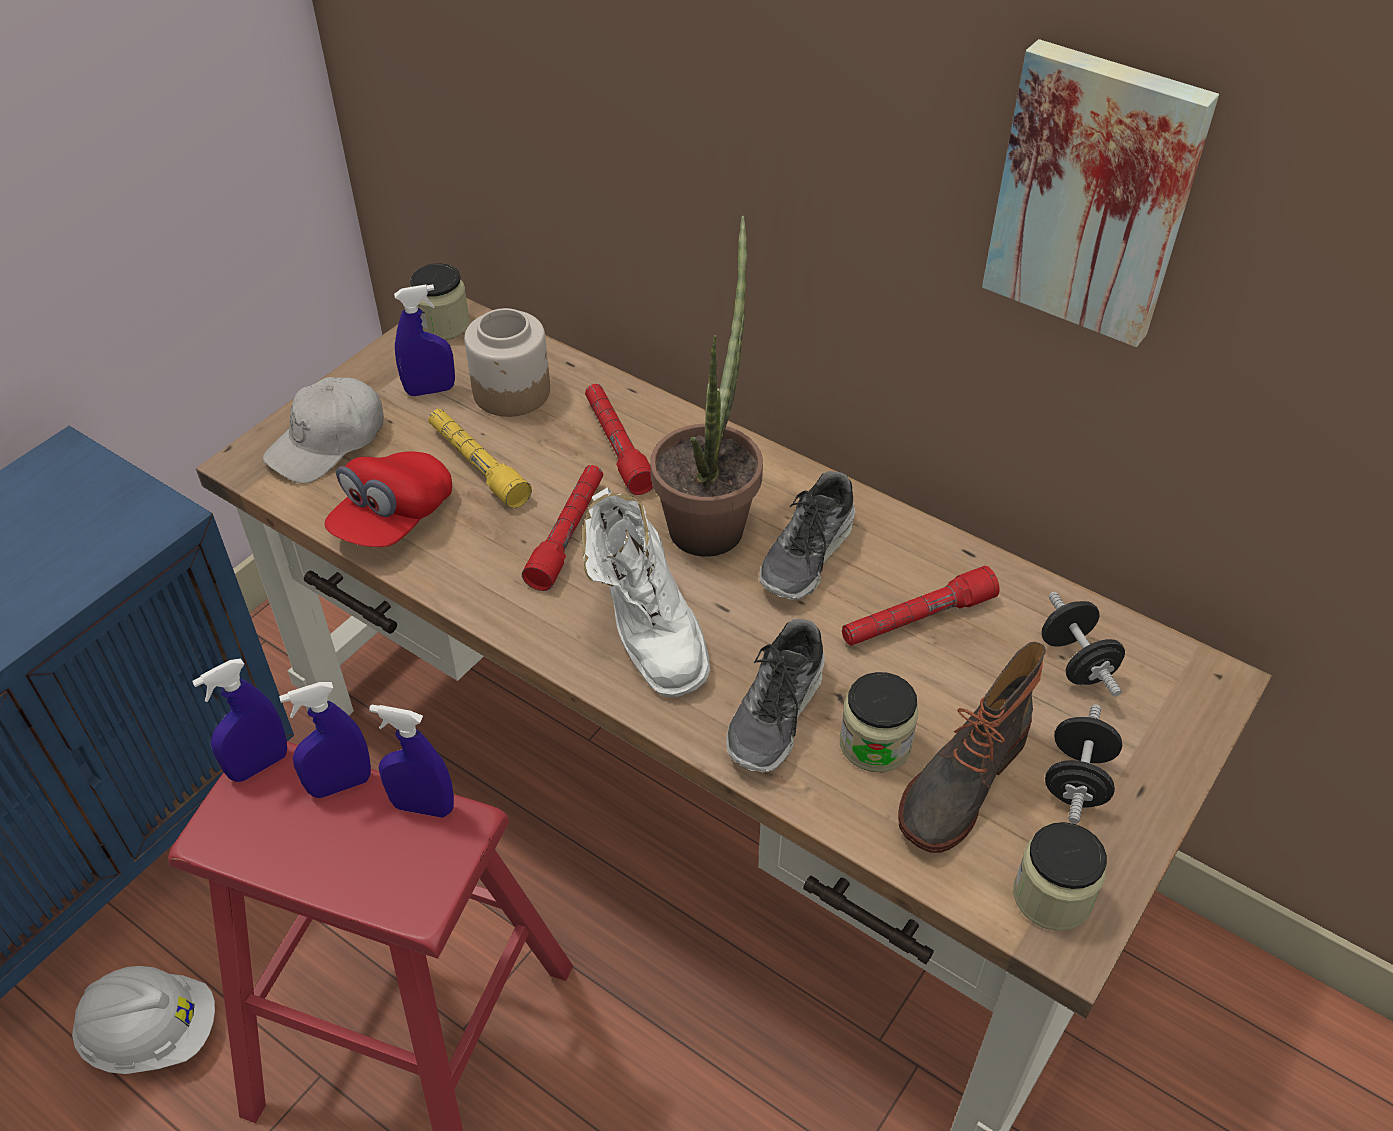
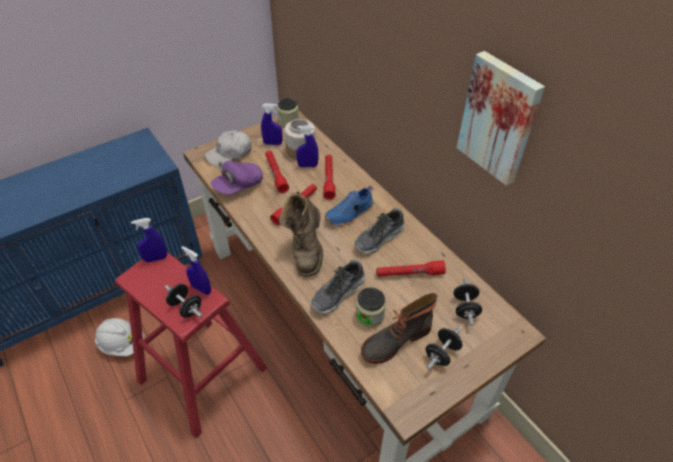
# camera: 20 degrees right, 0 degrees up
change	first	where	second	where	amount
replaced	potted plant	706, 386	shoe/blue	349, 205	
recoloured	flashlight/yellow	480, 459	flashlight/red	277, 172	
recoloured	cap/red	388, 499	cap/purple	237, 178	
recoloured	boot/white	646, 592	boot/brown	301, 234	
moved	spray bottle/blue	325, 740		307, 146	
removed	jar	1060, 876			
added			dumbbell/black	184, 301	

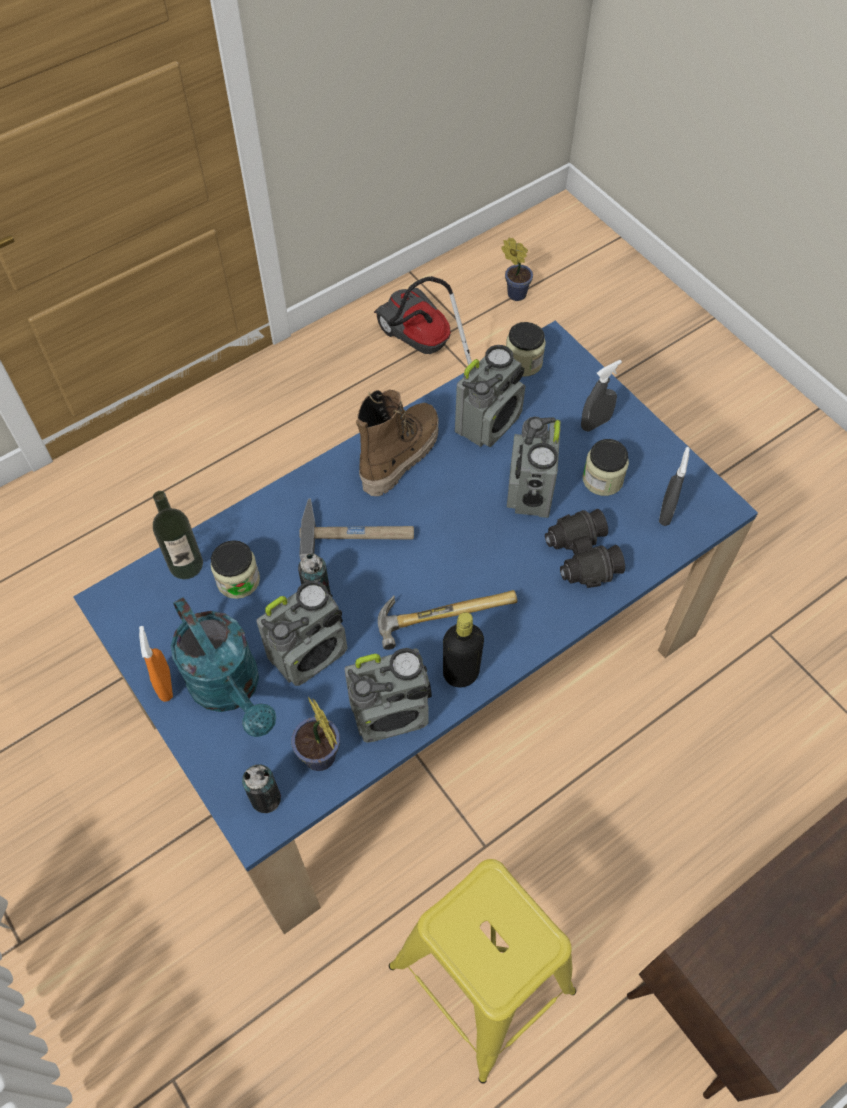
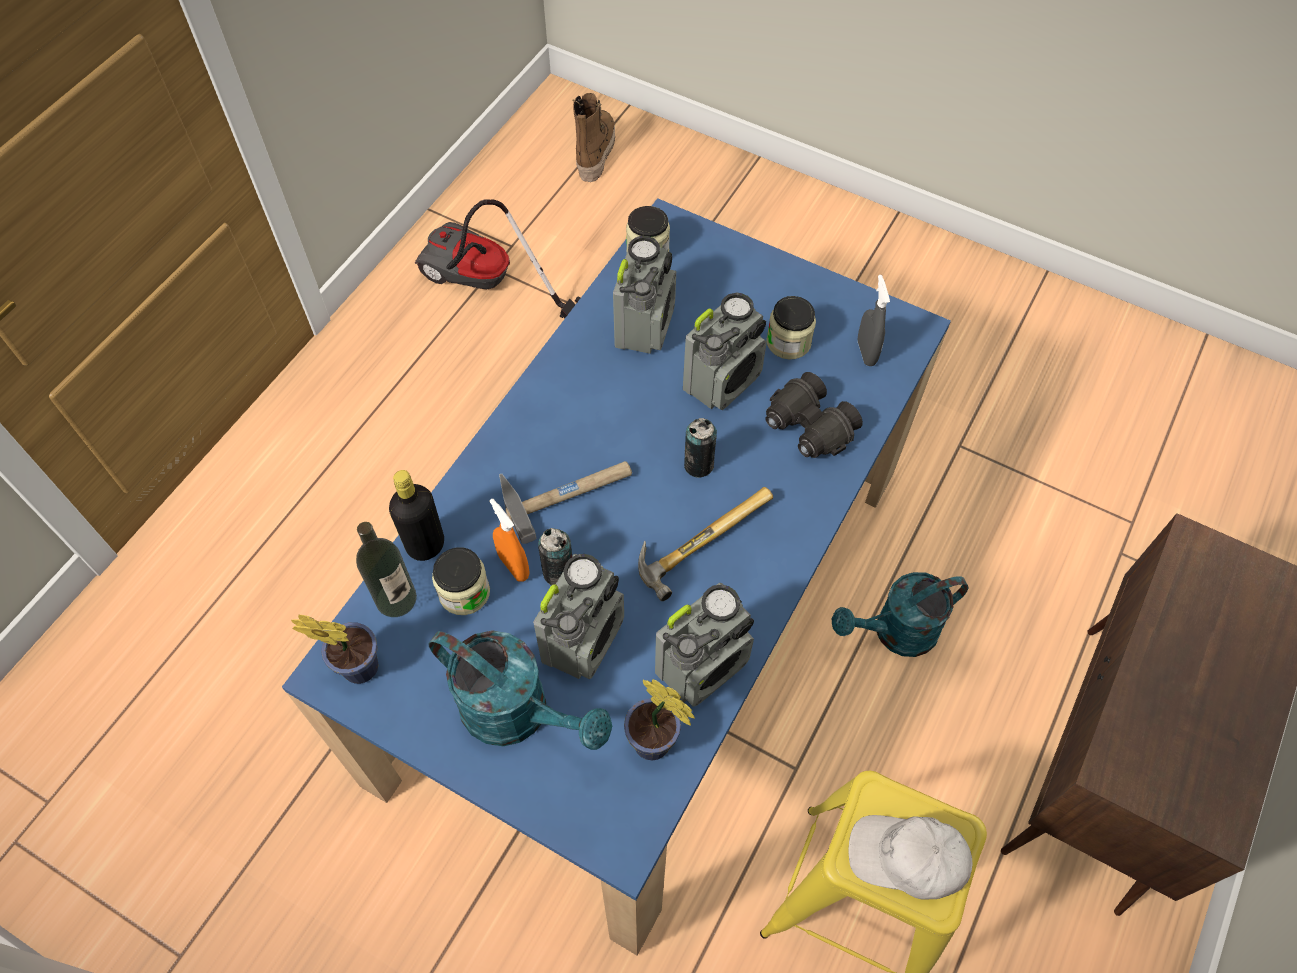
# camera: 25 degrees left, 0 degrees up
change	first	where	second	where	amount
moved	potted plant	517, 269		335, 649	
removed	spray bottle/grey	601, 396			
moved	boot	397, 442		594, 137	
turned	radio	534, 467		725, 351	120 degrees counterclockwise
moved	bottle/black	463, 649		416, 515	
moved	spray bottle/orange	156, 664		509, 540	
moved	can	261, 788		700, 448	
added			watering can/turquoise	900, 614	
added			cap/white	911, 857	

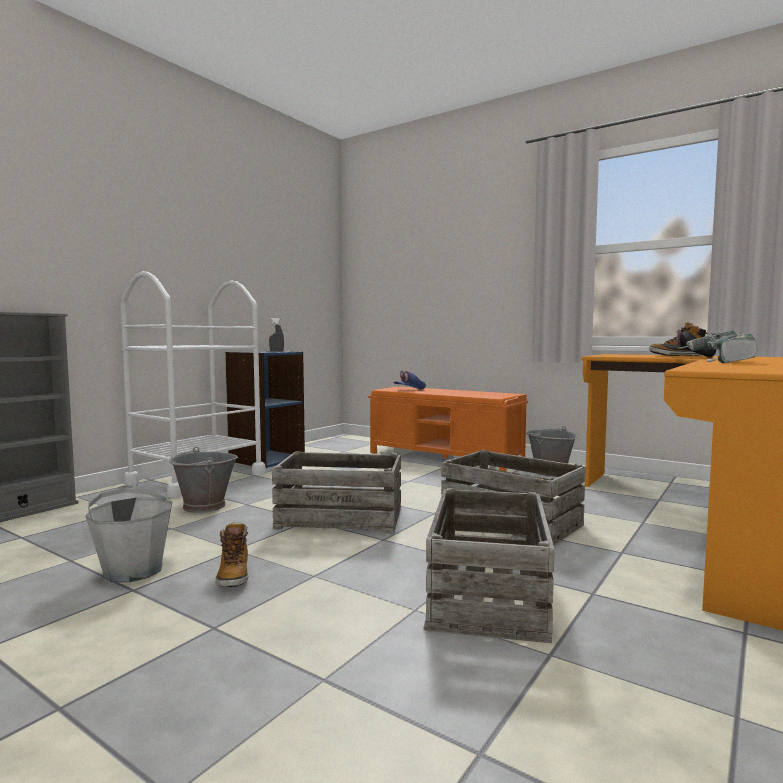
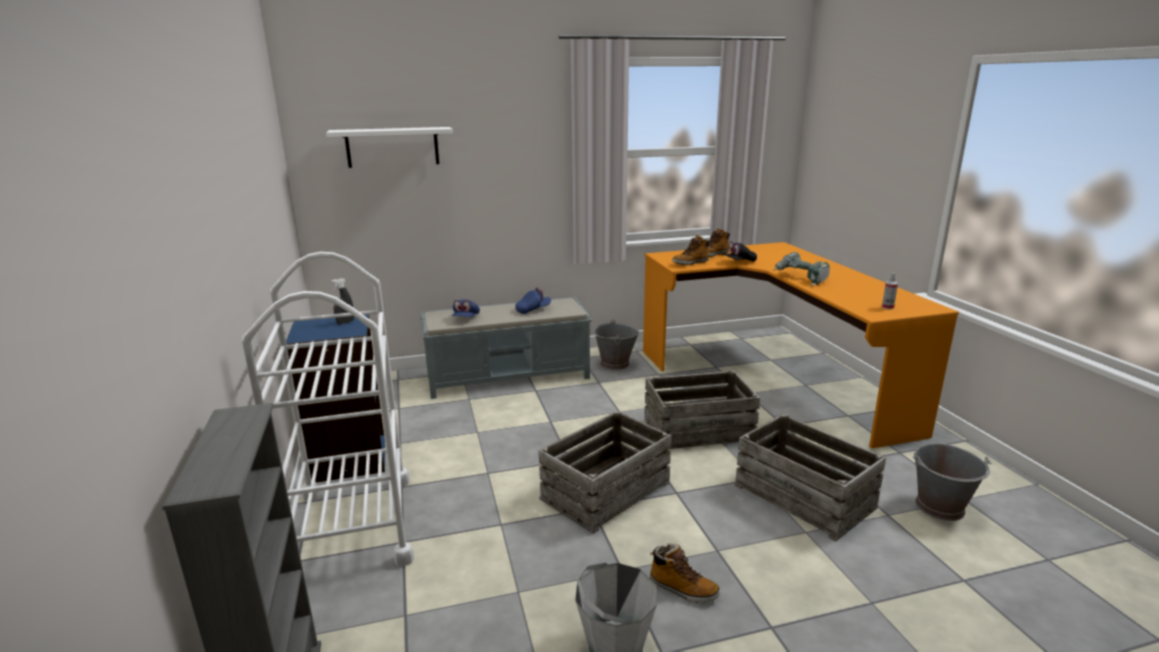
# camera: 50 degrees left, 15 degrees up
change	first	where	second	where	amount
recoloured	bench/orange	448, 428	bench/grey	506, 348	
moved	bucket/grey	203, 480		952, 482	
added			shelf/white	389, 147	
added			boot	691, 250	
added			spray bottle	890, 291	
added			cap/blue	533, 301	

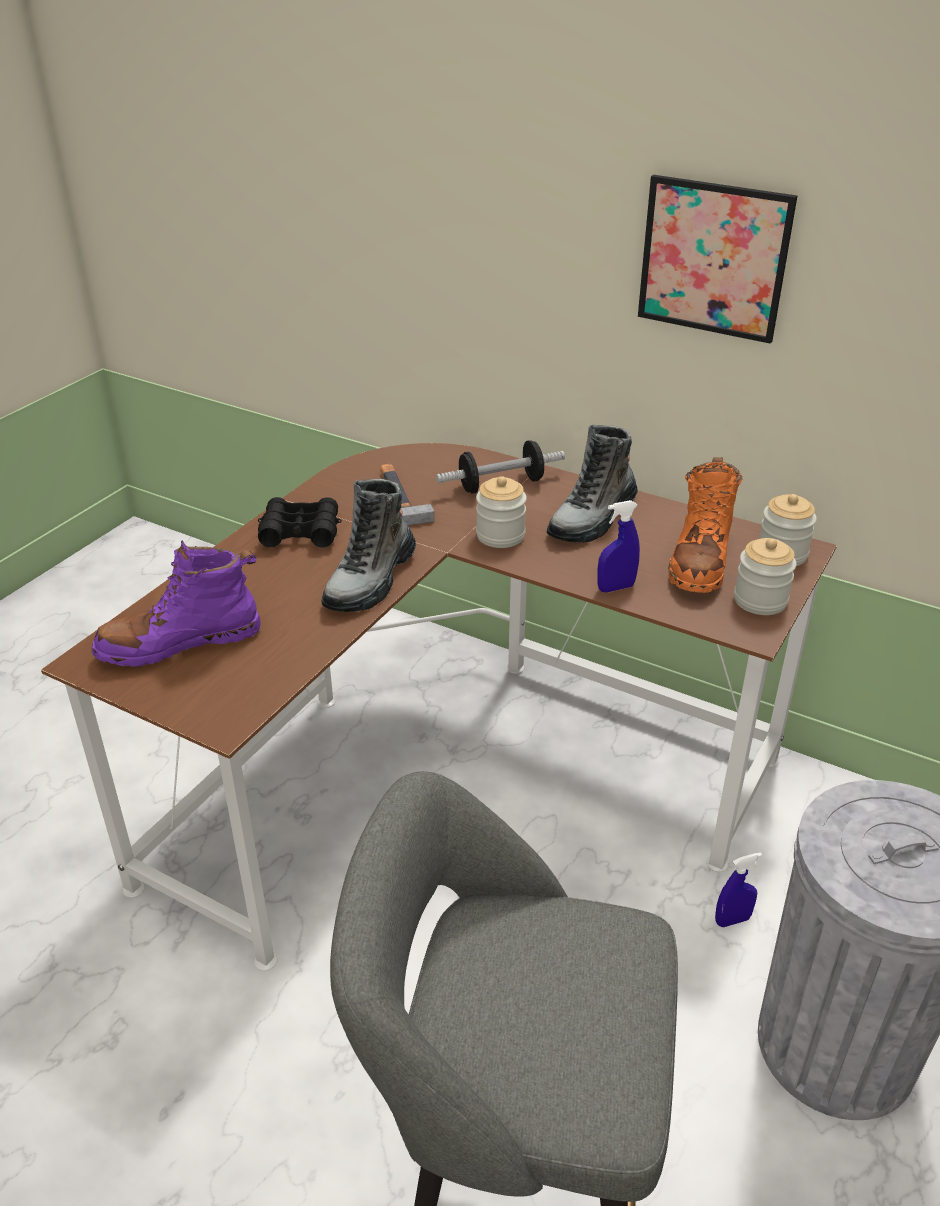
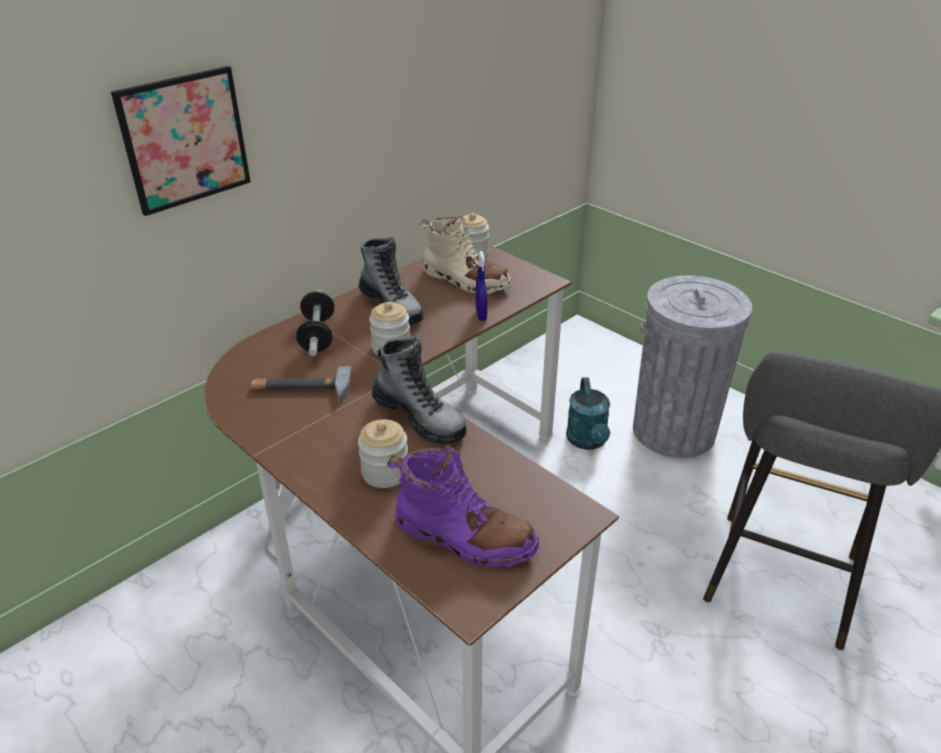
# camera: 75 degrees left, 0 degrees up
change	first	where	second	where	amount
moved	picture	717, 259		181, 141	
recoloured	boot/orange	705, 525	boot/beige	465, 254	
removed	binoculars/black	300, 522			
moved	jar	765, 576		383, 453	
turned	boot/purple	176, 604		463, 507	60 degrees counterclockwise
replaced	spray bottle/blue	738, 889	watering can/turquoise	588, 413	

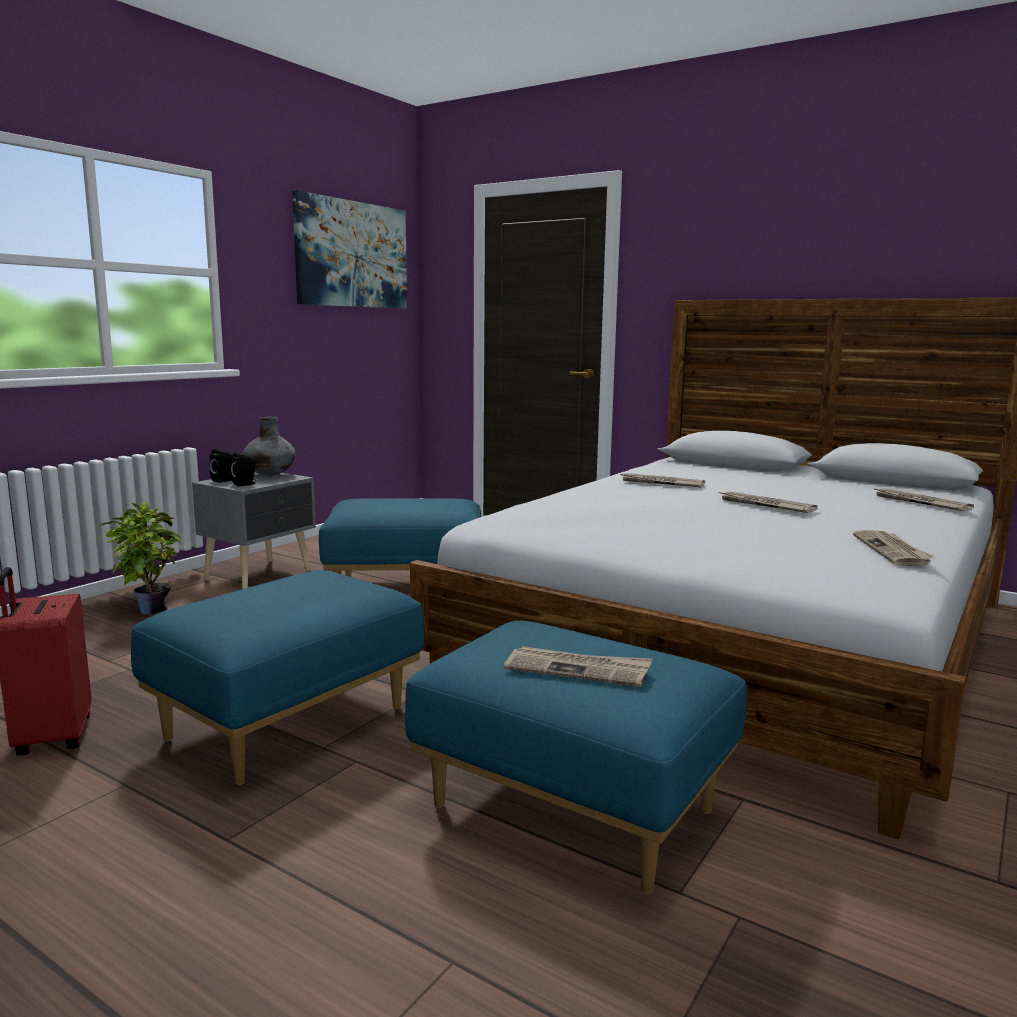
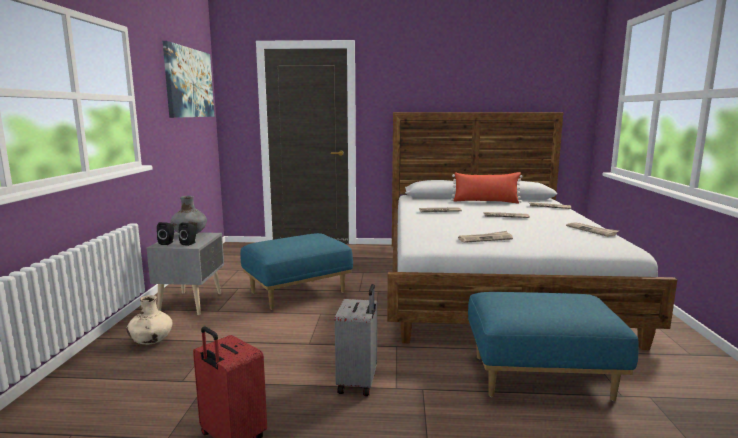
# camera: 30 degrees left, 0 degrees up
change	first	where	second	where	amount
replaced	potted plant	140, 557	vase/beige	149, 320	
replaced	ottoman/blue	277, 677	suitcase/grey	356, 340	
moved	newspaper	578, 666		485, 237	
added			pillow/red	487, 188	

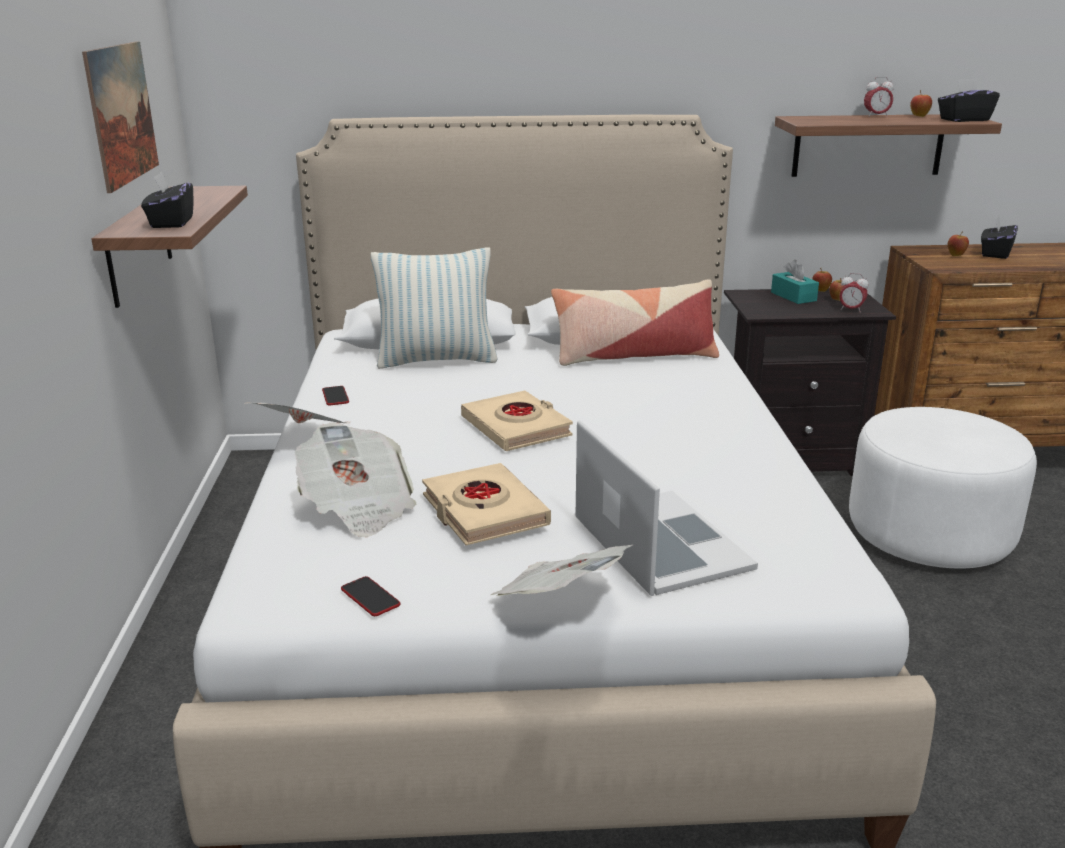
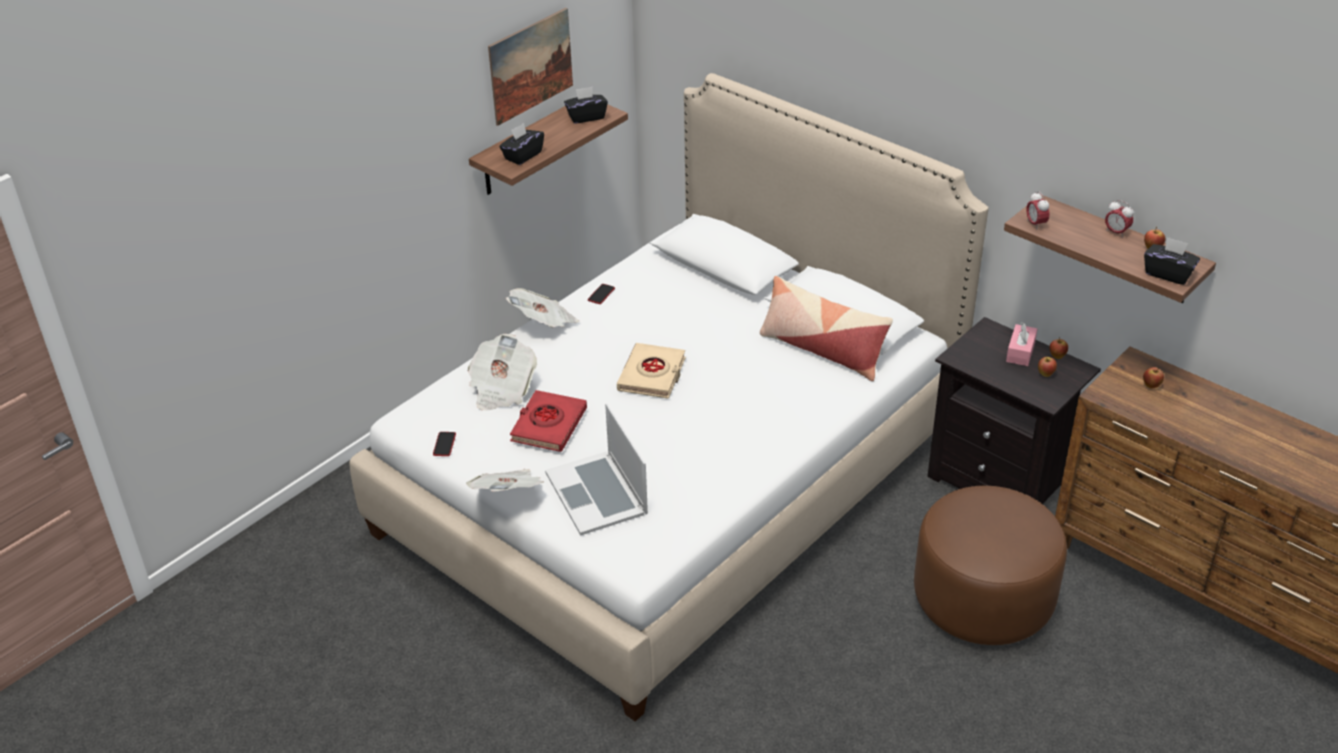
# camera: 45 degrees right, 15 degrees up
change	first	where	second	where	amount
moved	tissue box/black	999, 237		586, 105	
removed	pillow	434, 308			
recoloured	tissue box/turquoise	795, 282	tissue box/pink	1021, 344	
moved	alarm clock	853, 292		1037, 210	
recoloured	ottoman/white	943, 488	ottoman/brown	990, 565	
turned	laptop	666, 508		596, 470	135 degrees clockwise
recoloured	book/beige	486, 504	book/red	548, 421	

